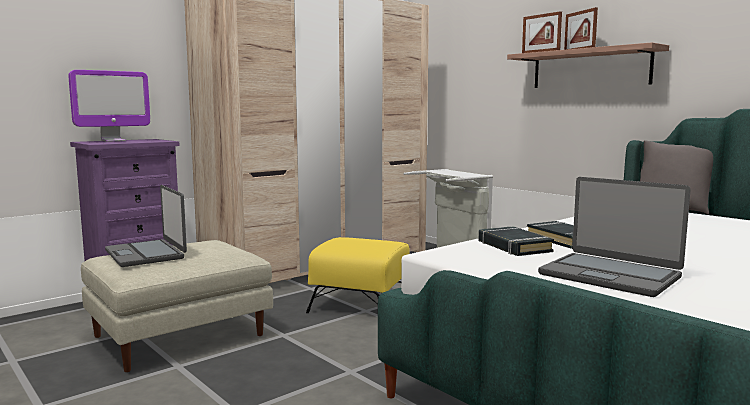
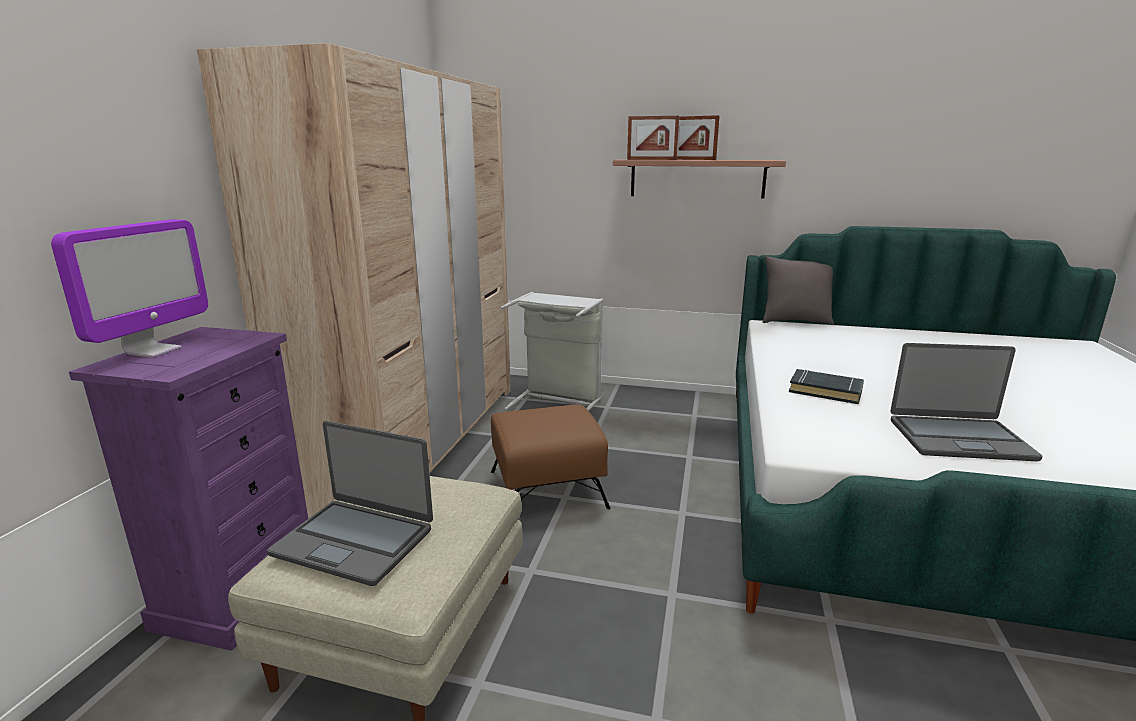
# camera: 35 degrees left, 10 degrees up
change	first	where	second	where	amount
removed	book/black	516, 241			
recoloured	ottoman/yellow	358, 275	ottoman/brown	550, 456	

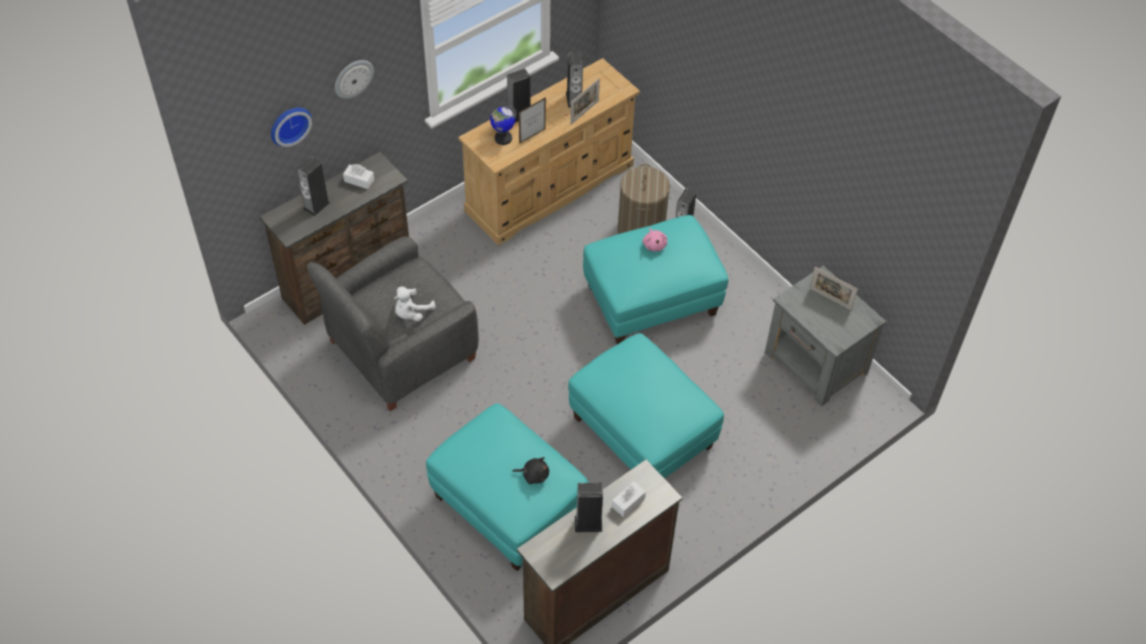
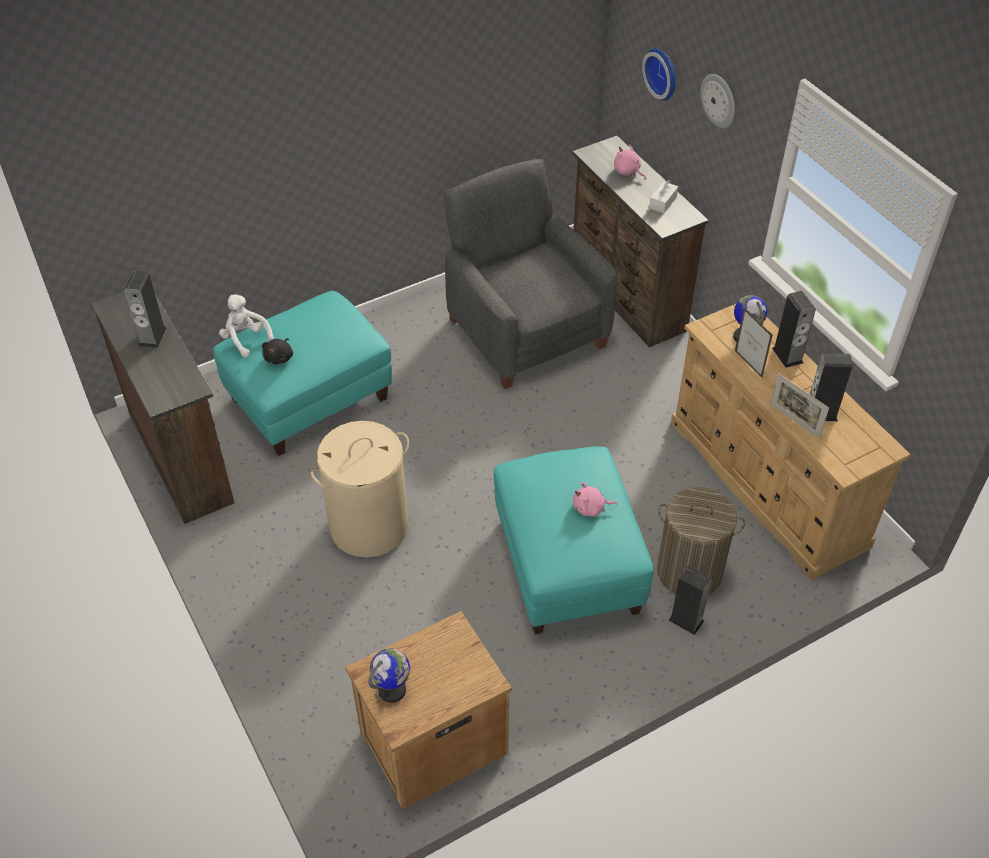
# camera: 100 degrees right, 5 degrees down
change	first	where	second	where	amount
replaced	speaker	314, 186	plush toy/pink	630, 162	
recoloured	nightstand/grey	825, 336	nightstand/brown	428, 710	
removed	picture frame	834, 288			
moved	plush toy/white	415, 303		246, 326	
replaced	ottoman/turquoise	646, 406	laundry basket/beige	360, 489	
removed	tissue box/white	629, 499			
added			globe	389, 676	

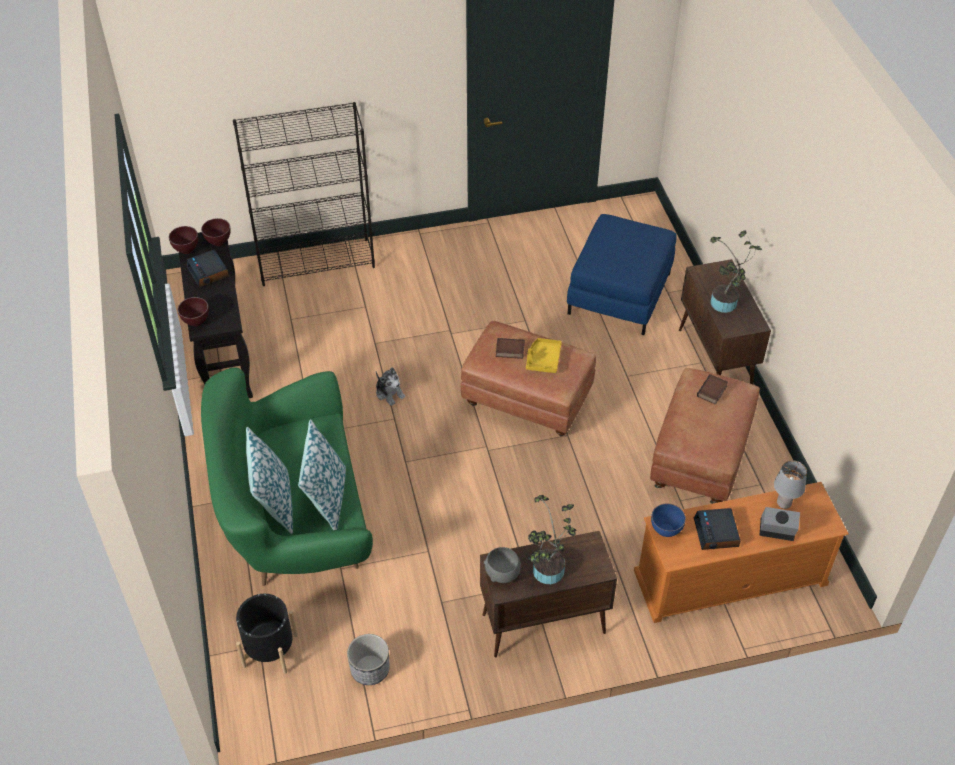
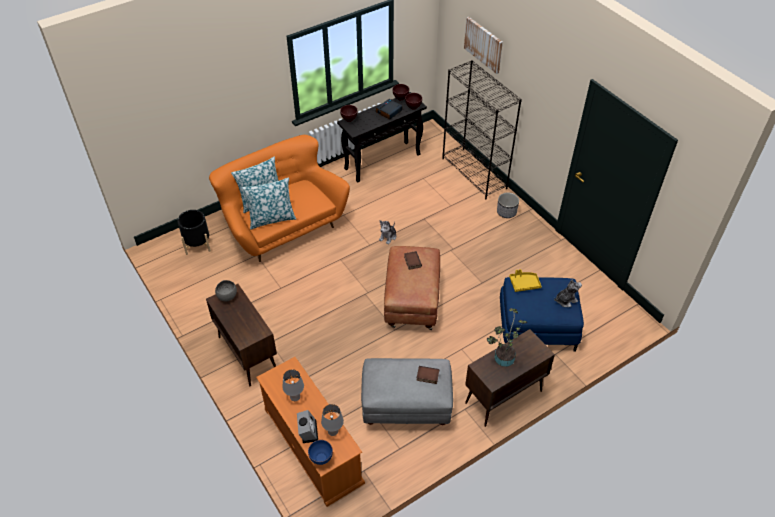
# camera: 70 degrees right, 0 degrees up
change	first	where	second	where	amount
moved	tray/yellow	544, 355		525, 280	
recoloured	sofa/green	287, 476	sofa/orange	279, 198	
recoloured	ottoman/brown	705, 436	ottoman/grey	407, 391	
removed	potted plant	552, 539			
moved	bowl/blue	668, 520		320, 452	
replaced	alarm clock	717, 529	table lamp/grey	293, 385	
moved	planter	368, 659		508, 205	
added			picture	483, 45	
added			plush toy	568, 293	

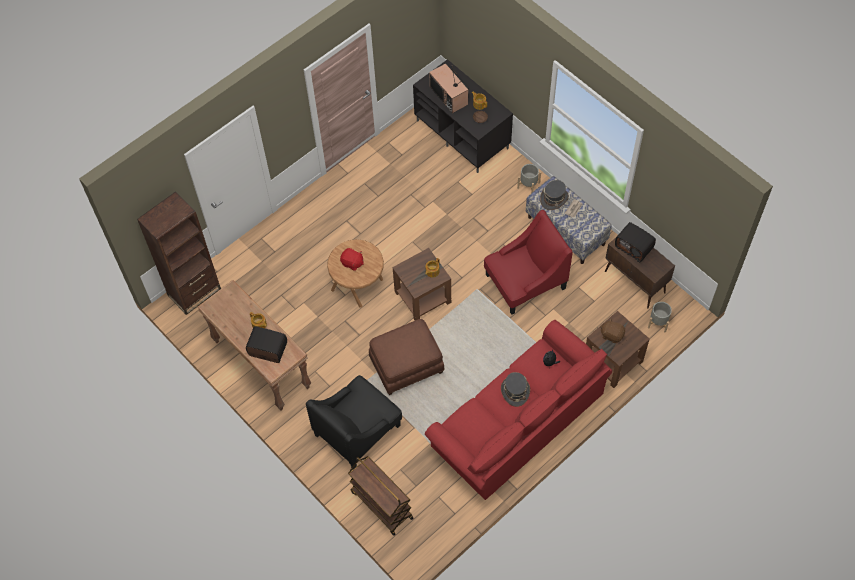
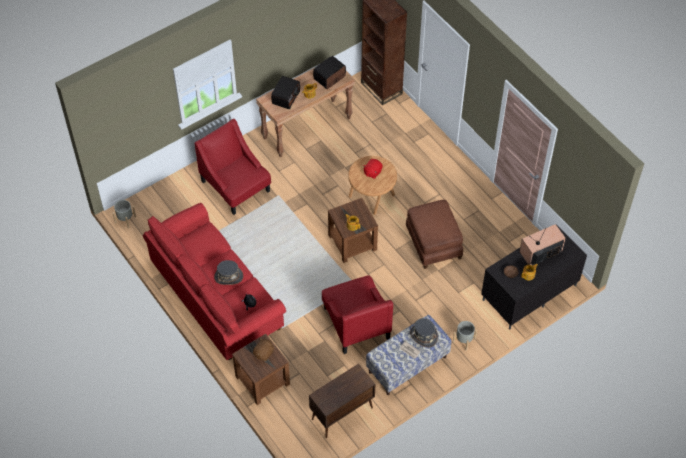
# camera: 95 degrees right, 5 degrees down
change	first	where	second	where	amount
moved	radio	635, 242		329, 72	
moved	planter/grey	660, 317		124, 214	
moved	ottoman/brown	407, 357		434, 234	
recoloured	armchair/black	354, 422	armchair/red	232, 167	
removed	cart/brown	381, 496			

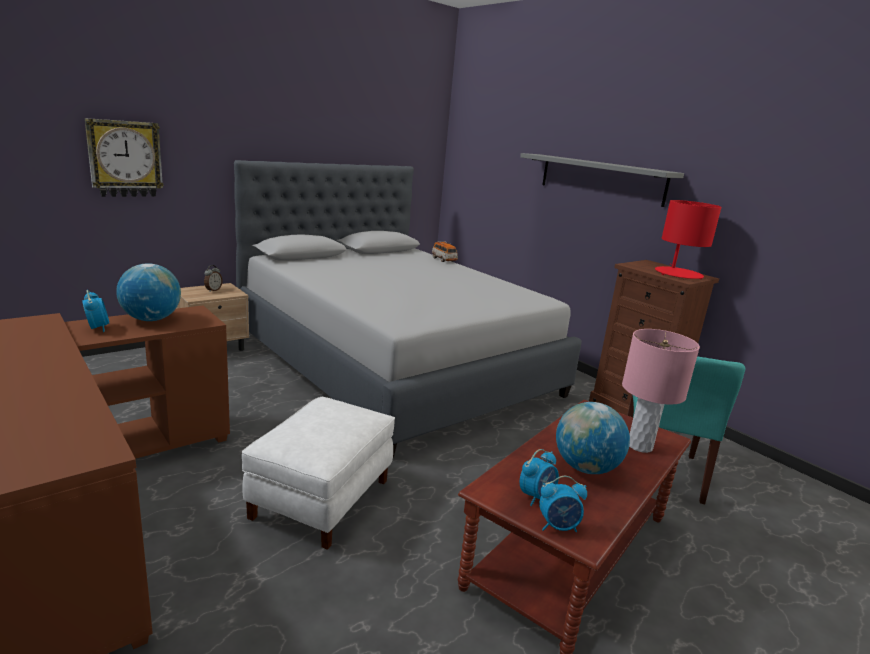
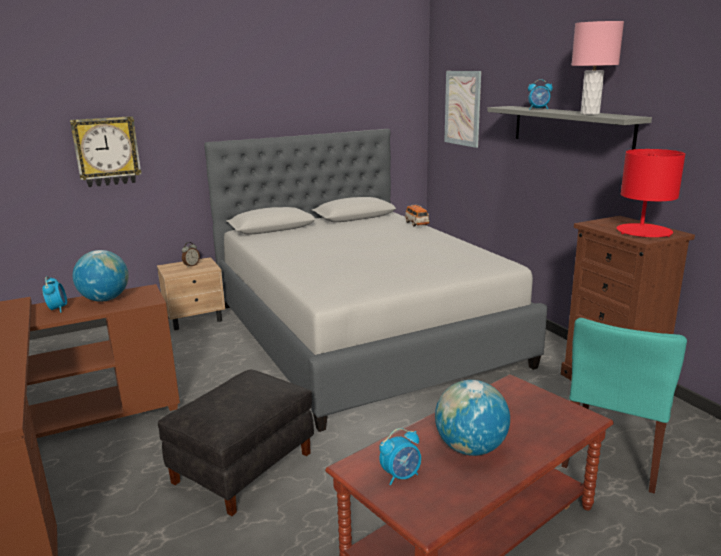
# camera: 15 degrees right, 0 degrees up
change	first	where	second	where	amount
moved	table lamp/pink	661, 391		597, 68	
recoloured	ottoman/white	318, 473	ottoman/black	236, 442	
moved	alarm clock	563, 504		540, 94	
added			picture	462, 109	

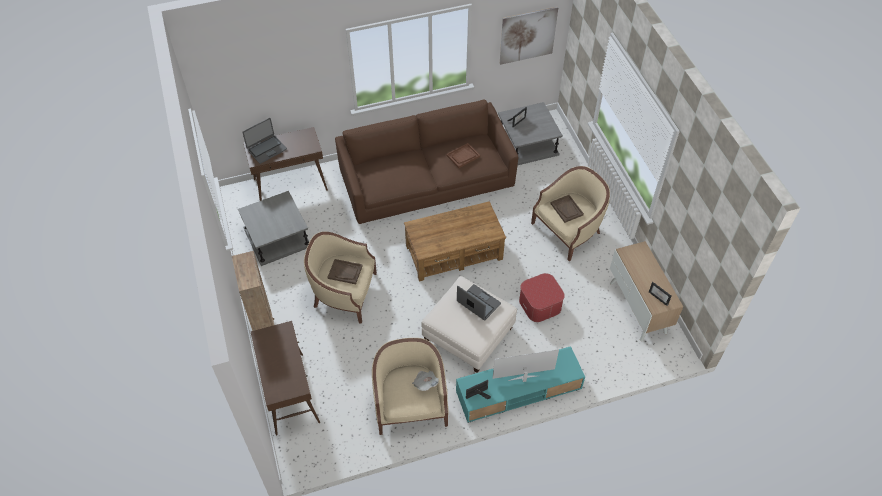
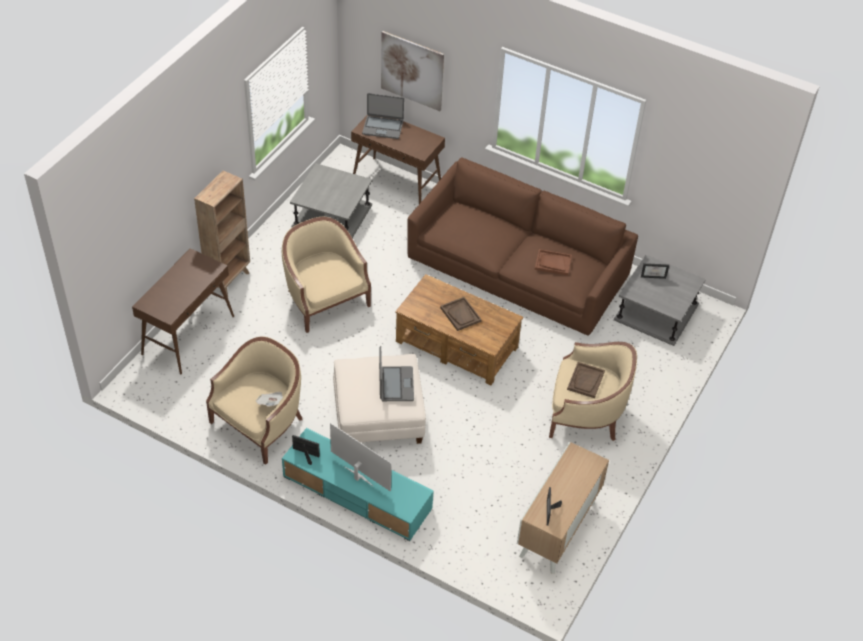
# camera: 45 degrees right, 5 degrees down
change	first	where	second	where	amount
moved	picture	529, 36		412, 71	
moved	tray/brown	345, 271		461, 314	
removed	ottoman	542, 297			

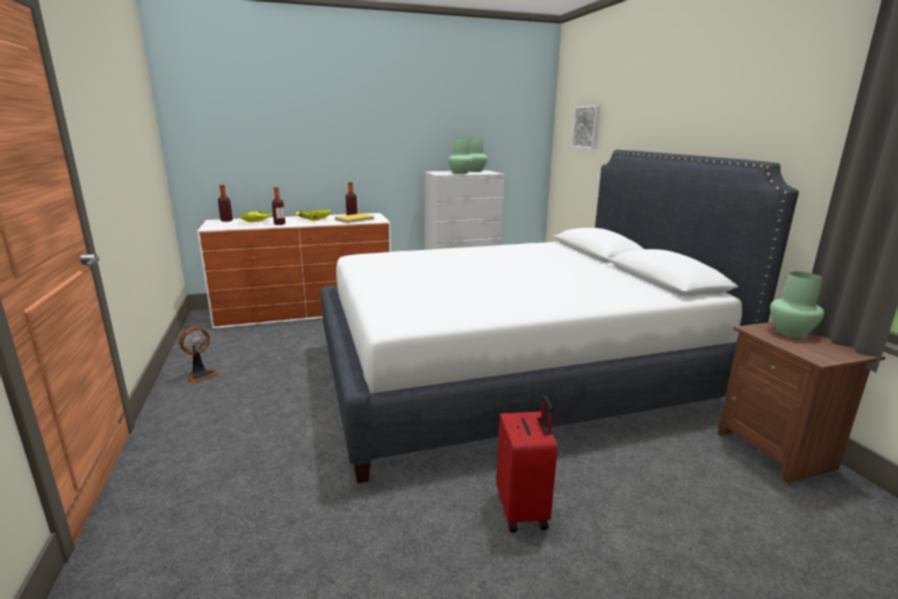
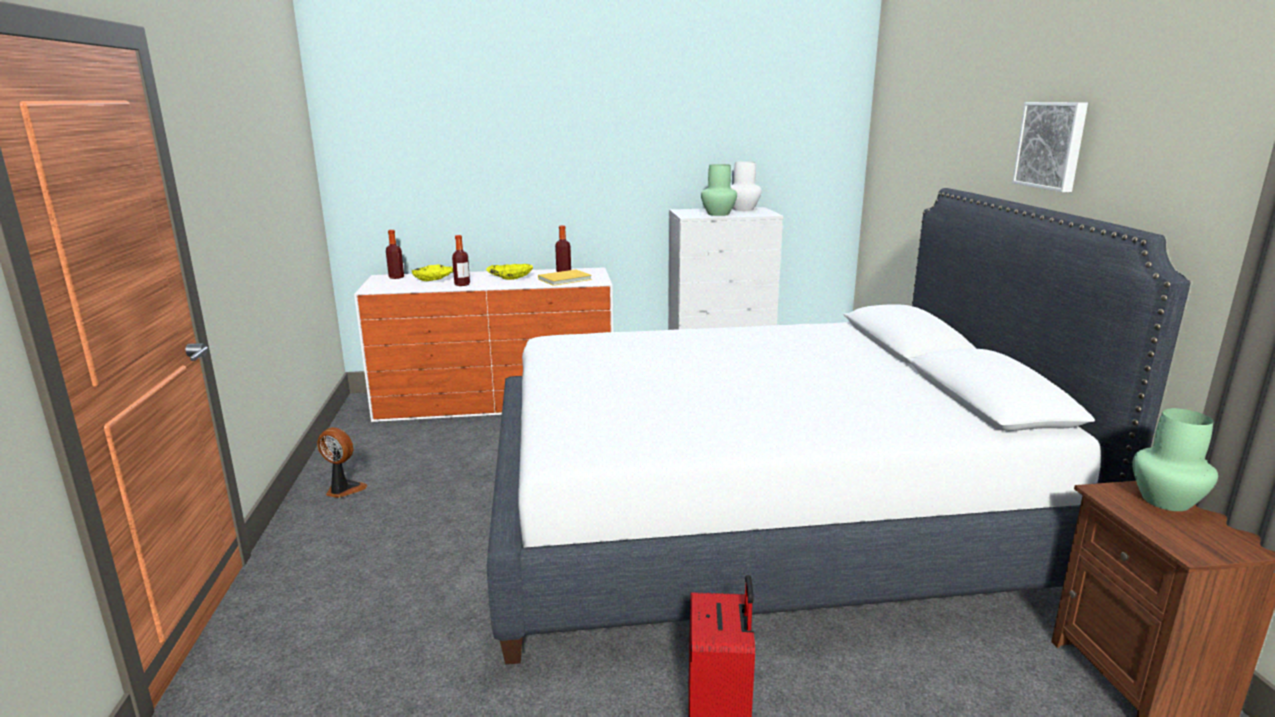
# camera: 10 degrees right, 0 degrees up
change	first	where	second	where	amount
moved	picture	586, 127		1050, 147	
recoloured	vase/green	478, 155	vase/white	746, 186	
turned	fan	199, 355		342, 462	120 degrees counterclockwise

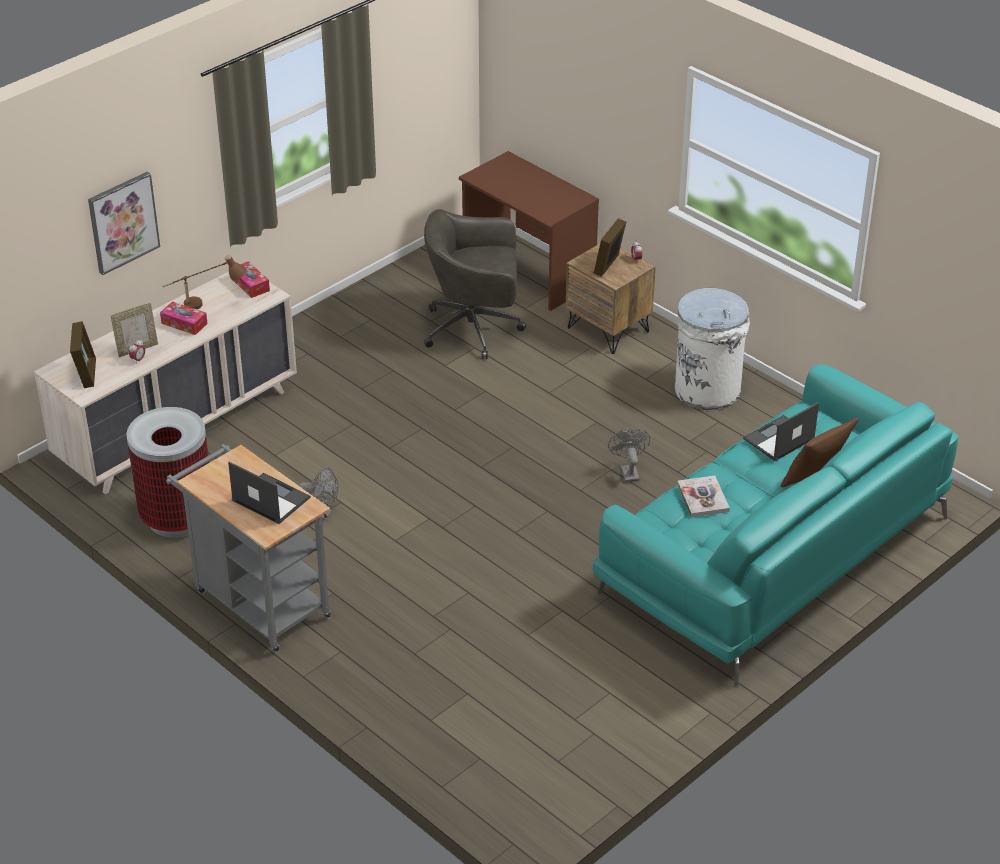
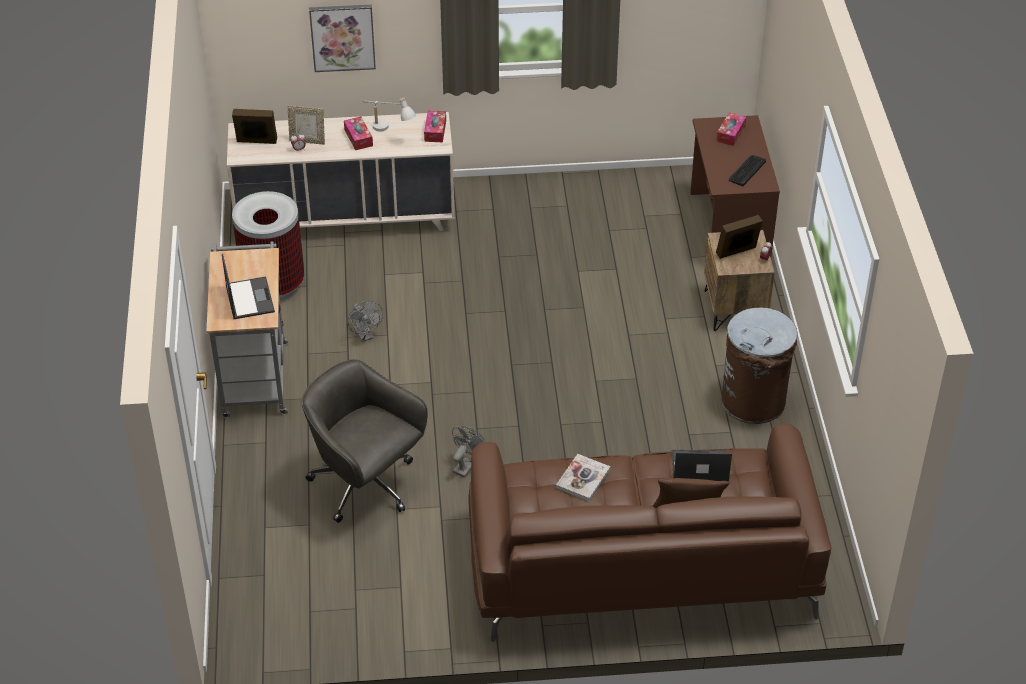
# camera: 40 degrees right, 5 degrees up
change	first	where	second	where	amount
moved	office chair/grey	475, 284		365, 441	
recoloured	table lamp/brown	204, 281	table lamp/white	389, 115	
recoloured	trash can/white	712, 349	trash can/brown	759, 365	
turned	picture frame	83, 354		254, 126	120 degrees counterclockwise
recoloured	sofa/turquoise	775, 525	sofa/brown	650, 533	
moved	fan/grey	629, 455		468, 452	
added			tissue box	731, 129	
added			keyboard	747, 170	

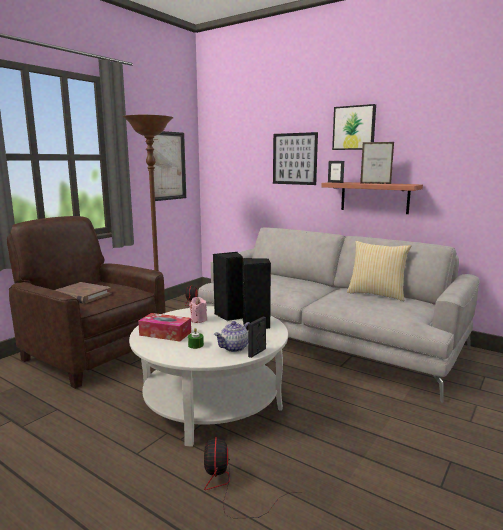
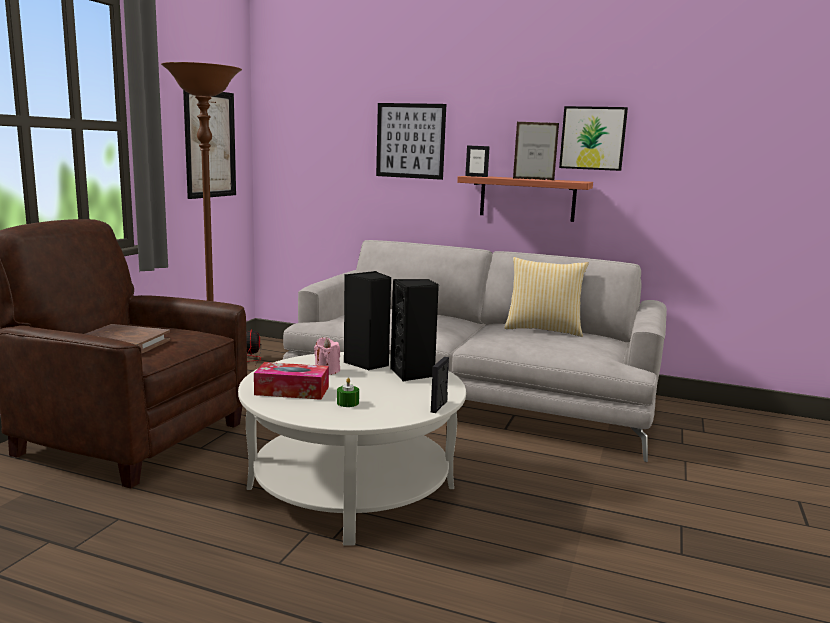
# camera: 15 degrees left, 0 degrees up
change	first	where	second	where	amount
moved	picture	354, 127		593, 138	
removed	teapot	232, 336			
removed	fan	252, 478			

